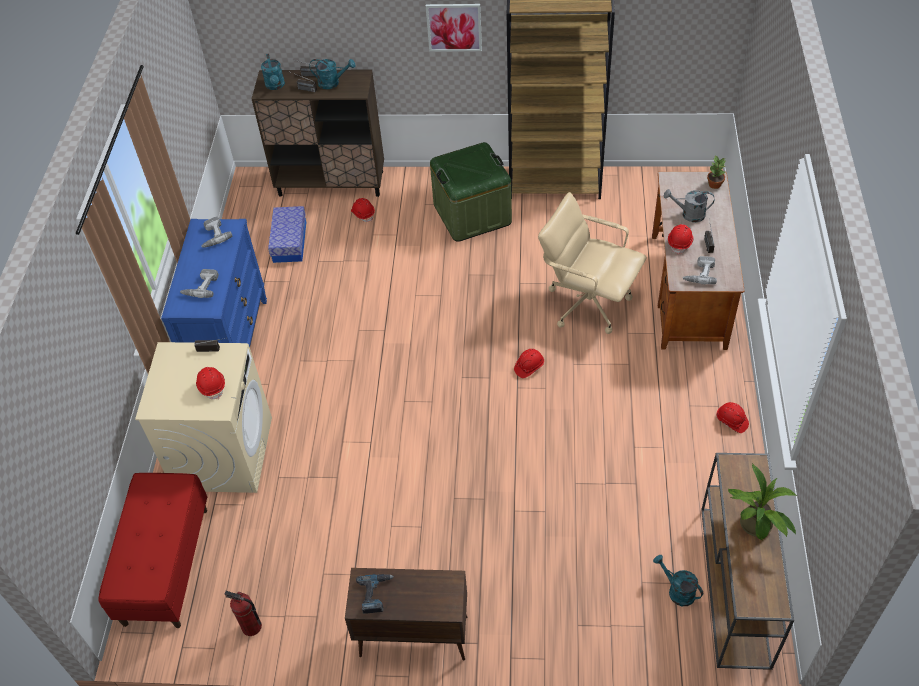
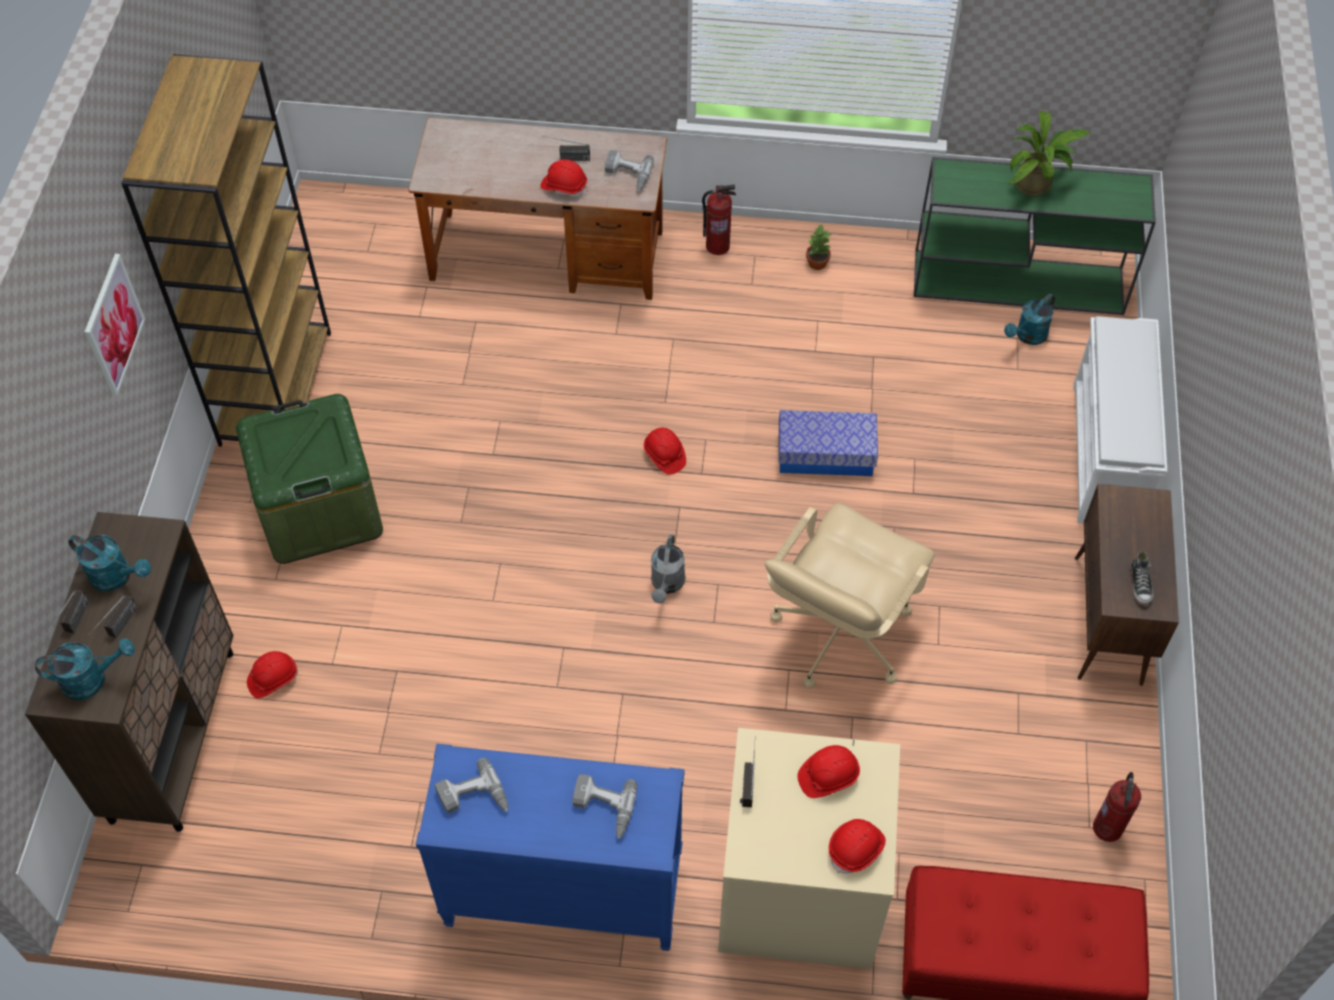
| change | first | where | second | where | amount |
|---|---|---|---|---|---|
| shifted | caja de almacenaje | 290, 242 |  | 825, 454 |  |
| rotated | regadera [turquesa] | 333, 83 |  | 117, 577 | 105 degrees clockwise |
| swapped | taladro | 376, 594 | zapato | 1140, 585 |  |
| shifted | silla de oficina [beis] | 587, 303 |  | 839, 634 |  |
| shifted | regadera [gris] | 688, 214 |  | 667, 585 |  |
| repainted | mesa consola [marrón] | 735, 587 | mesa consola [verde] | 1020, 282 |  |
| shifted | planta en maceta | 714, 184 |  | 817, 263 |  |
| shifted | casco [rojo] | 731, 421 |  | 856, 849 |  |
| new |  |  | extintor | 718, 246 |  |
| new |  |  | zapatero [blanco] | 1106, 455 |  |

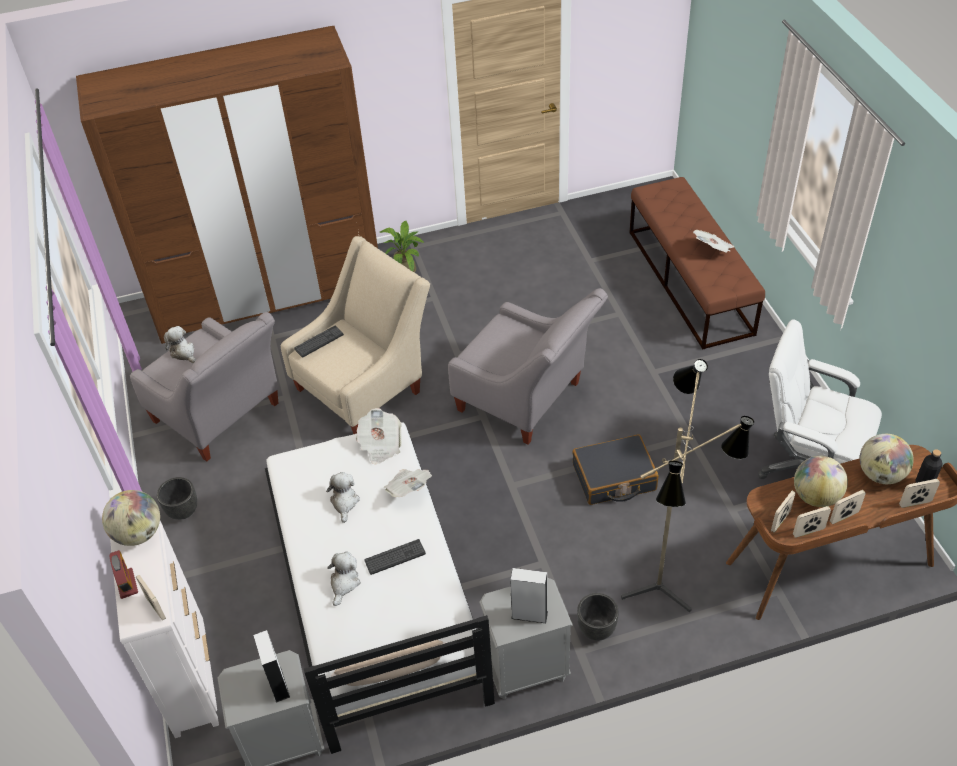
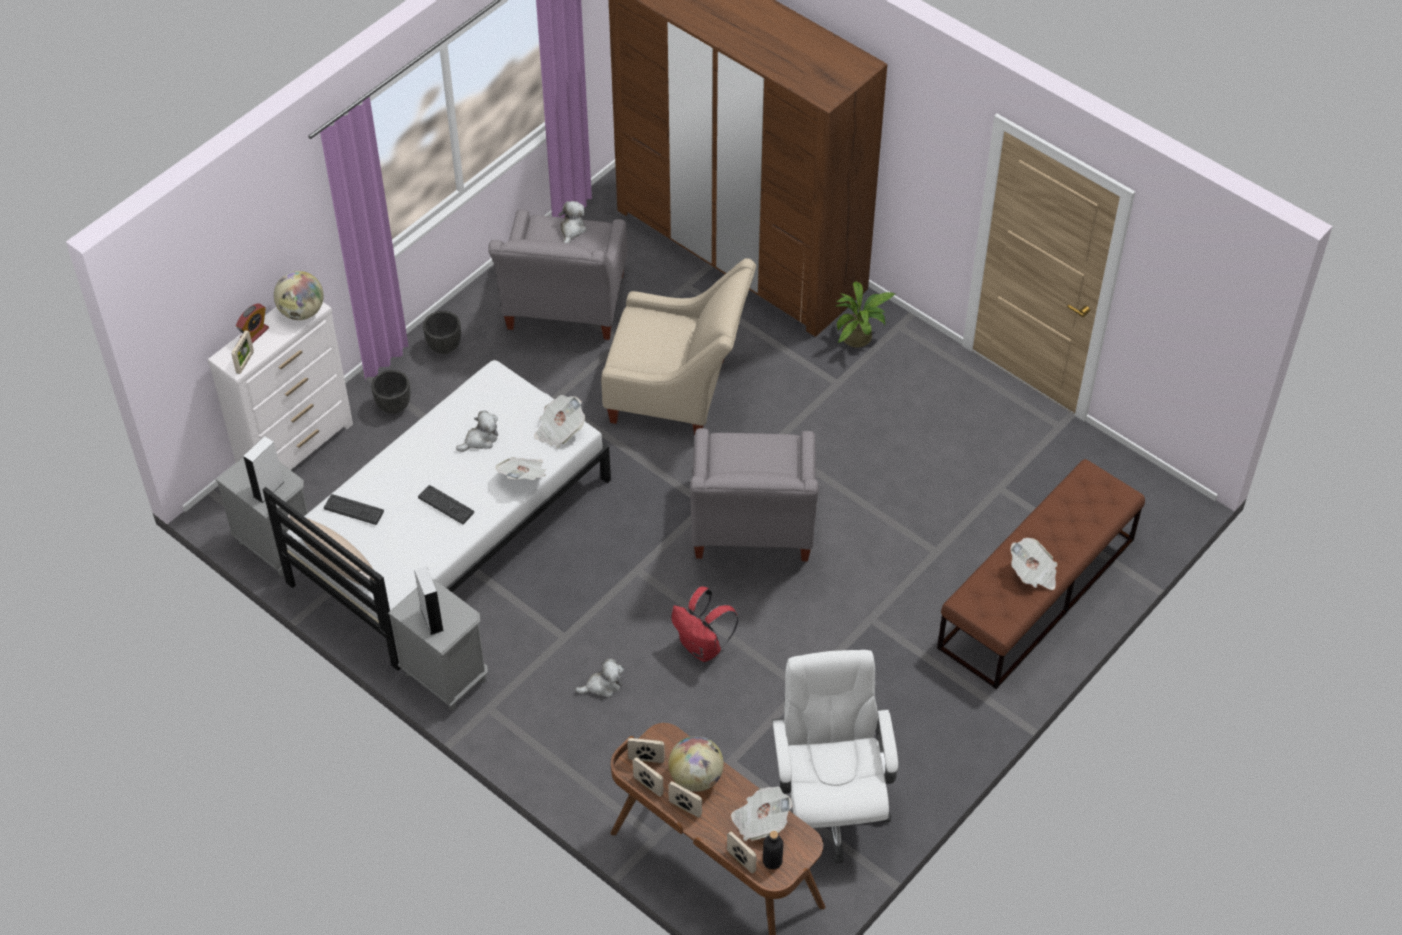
| change | first | where | second | where | amount |
|---|---|---|---|---|---|
| shifted | teclado | 319, 341 |  | 354, 510 |  |
| shifted | peluche | 344, 583 |  | 603, 685 |  |
| swapped | maleta [negro] | 614, 478 | mochila [rojo] | 703, 647 |  |
| shifted | maceta [negro] | 596, 629 |  | 393, 406 |  |
| gone | lámpara de pie | 667, 588 |  |  |  |
| swapped | globo terráqueo | 880, 474 | periódico | 760, 821 |  |

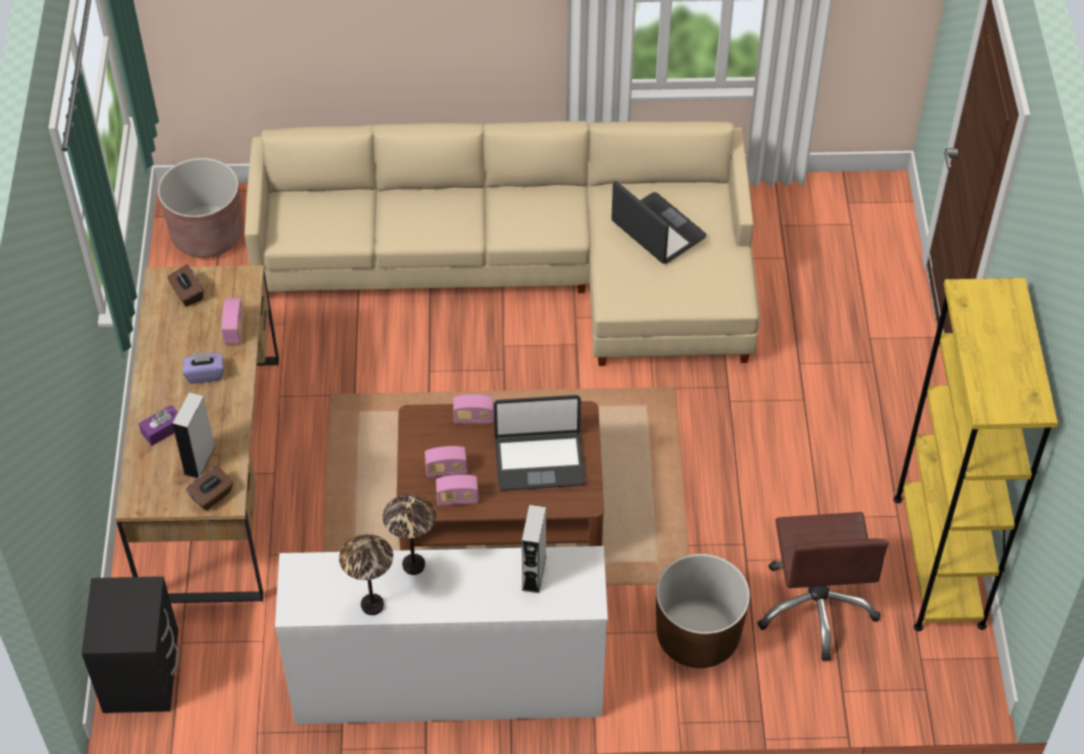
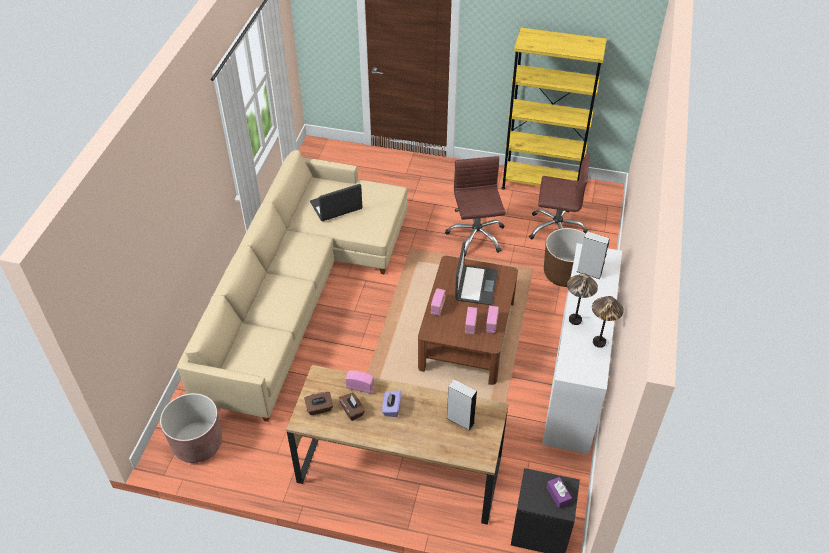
| change | first | where | second | where | amount |
|---|---|---|---|---|---|
| shifted | caja de pañuelos [morado] | 162, 430 |  | 558, 495 |  |
| shifted | caja de pañuelos [marrón] | 212, 496 |  | 352, 411 |  |
| new |  |  | silla de oficina [marrón] | 476, 236 |  |

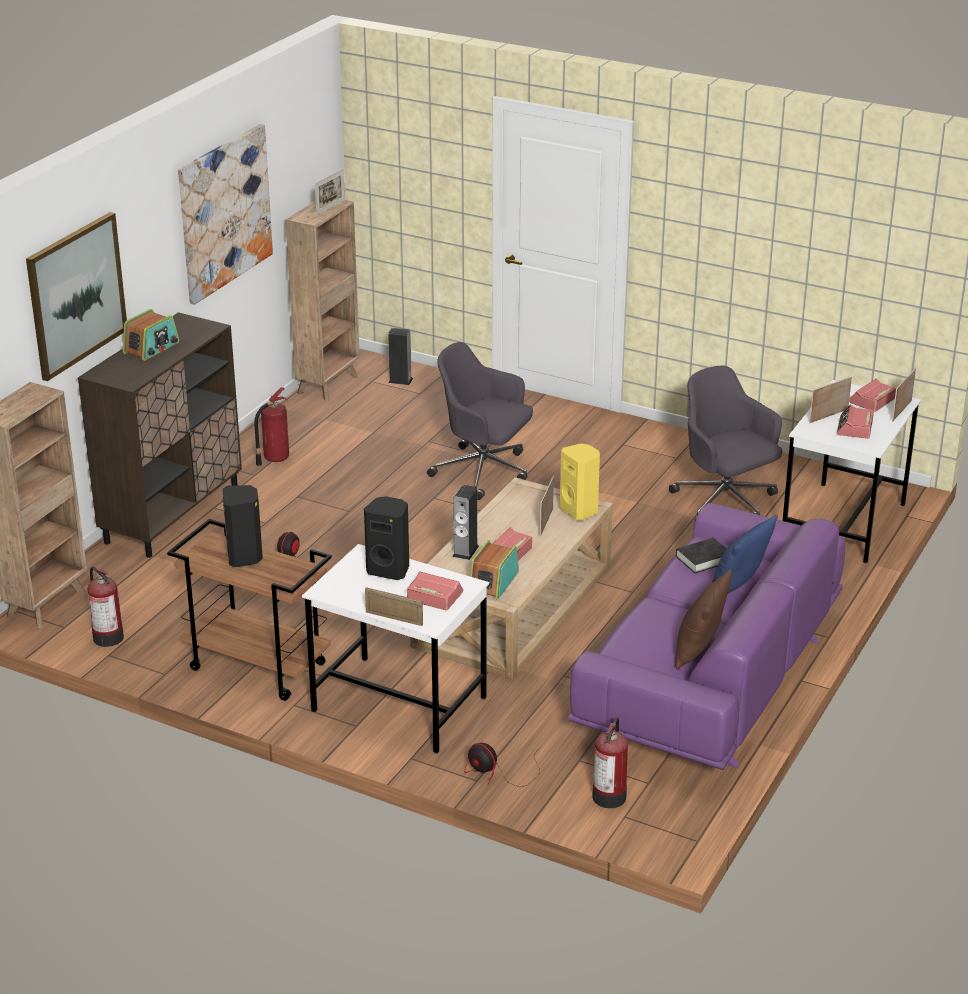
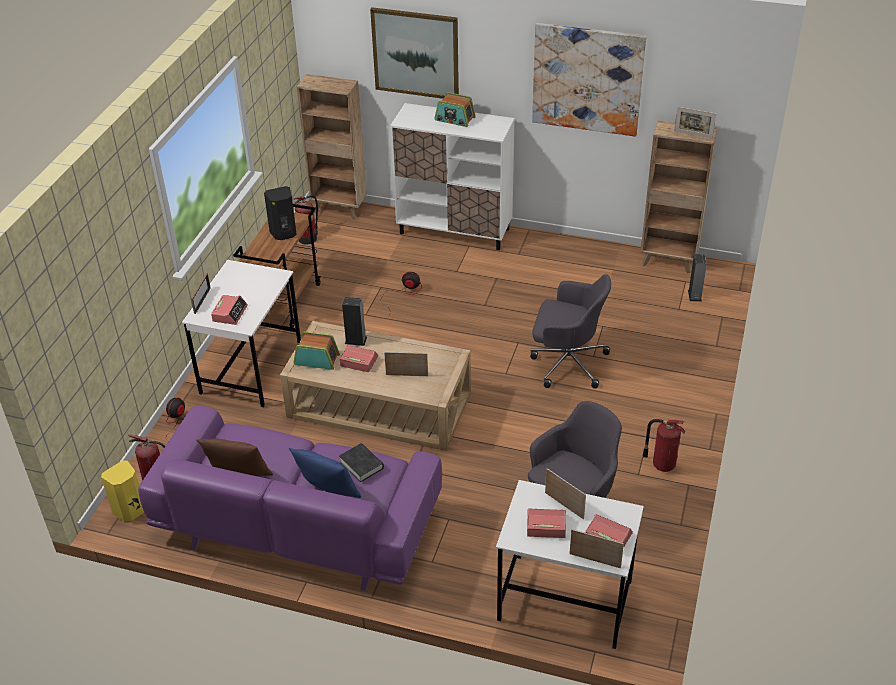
| change | first | where | second | where | amount |
|---|---|---|---|---|---|
| repainted | armario [marrón] | 173, 514 | armario [blanco] | 455, 231 |  |
| shifted | extintor | 274, 458 |  | 662, 464 |  |
| gone | altavoz [negro] | 389, 570 |  |  |  |
| rotated | silla de oficina [gris] | 484, 472 |  | 567, 362 | 90 degrees clockwise |
| shifted | altavoz [amarillo] | 580, 511 |  | 130, 511 |  |

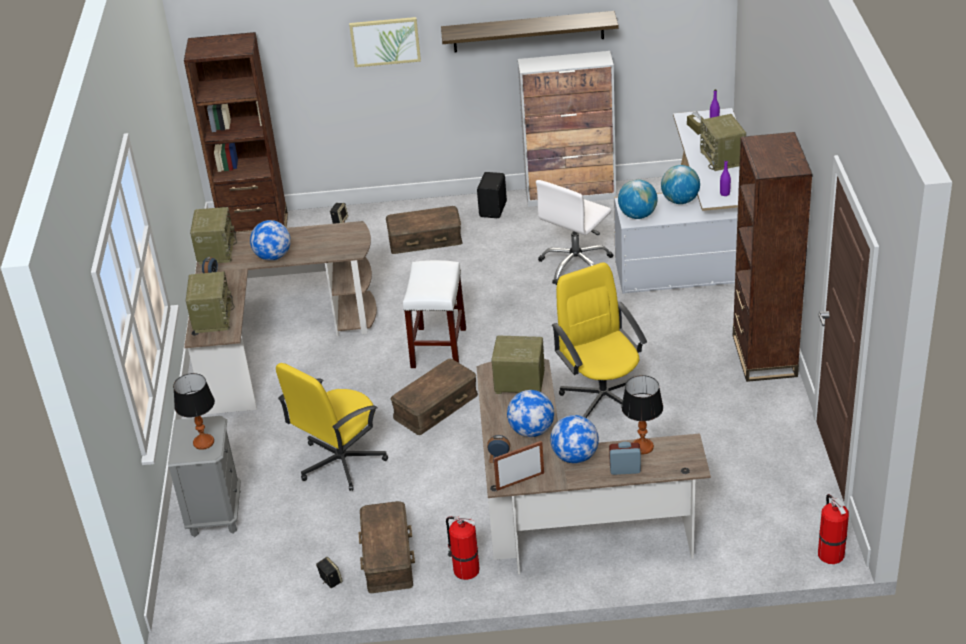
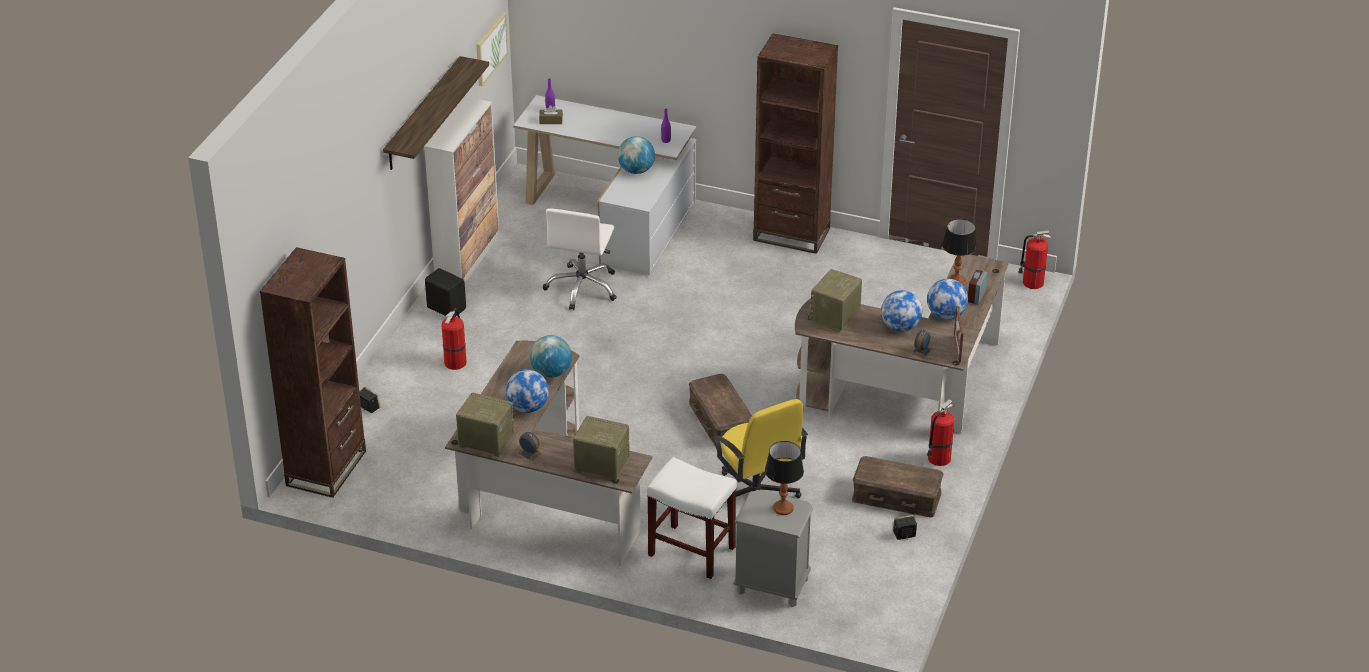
| change | first | where | second | where | amount |
|---|---|---|---|---|---|
| shifted | cuadro | 385, 41 |  | 490, 48 |  |
| swapped | caja de almacenaje [marrón] | 425, 239 | extintor | 455, 362 |  |
| shifted | taburete [blanco] | 439, 348 |  | 693, 551 |  |
| rotated | silla de oficina [blanco] | 576, 265 |  | 582, 287 | 45 degrees clockwise |
| gone | silla de oficina [amarillo] | 603, 396 |  |  |  |
| shifted | globo terráqueo | 637, 215 |  | 551, 373 |  |
| gone | radio | 723, 158 |  |  |  |

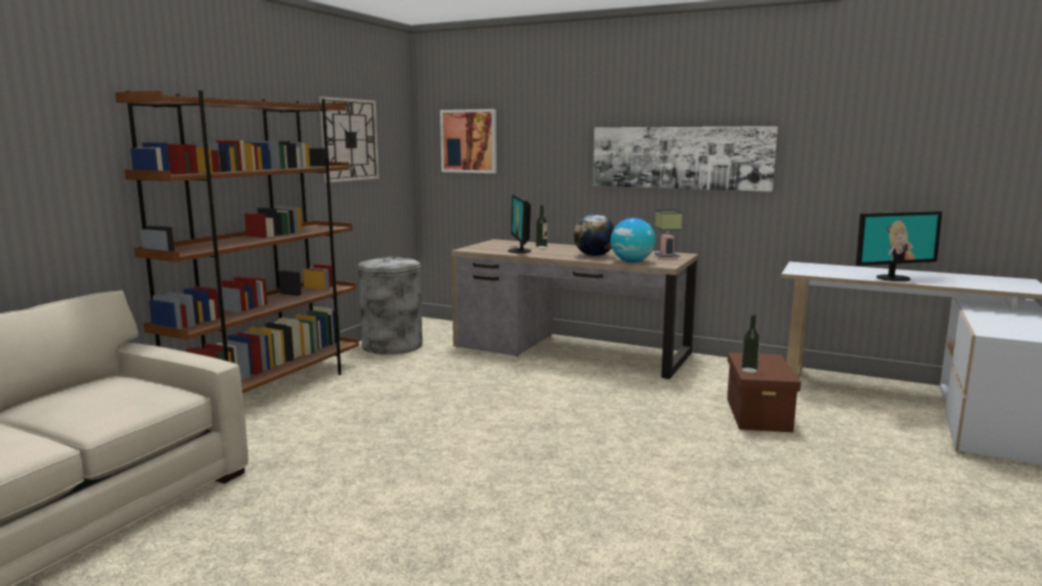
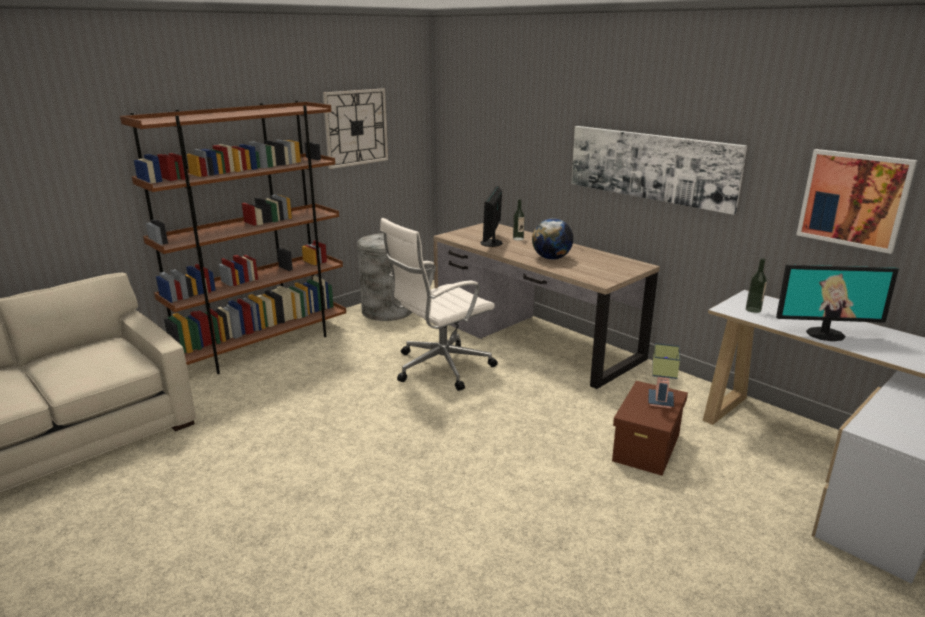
| change | first | where | second | where | amount |
|---|---|---|---|---|---|
| shifted | cuadro | 469, 141 |  | 853, 199 |  |
| gone | globo terráqueo | 632, 262 |  |  |  |
| shifted | lámpara de mesa | 665, 257 |  | 659, 400 |  |
| shifted | botella | 749, 370 |  | 753, 310 |  |
| new |  |  | silla de oficina [blanco] | 439, 367 |  |

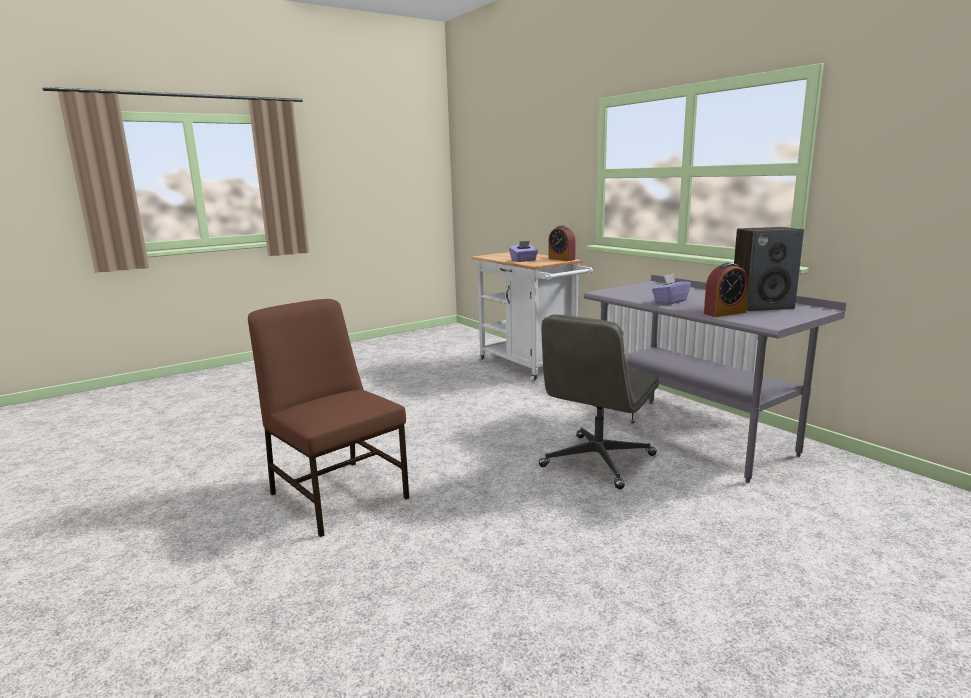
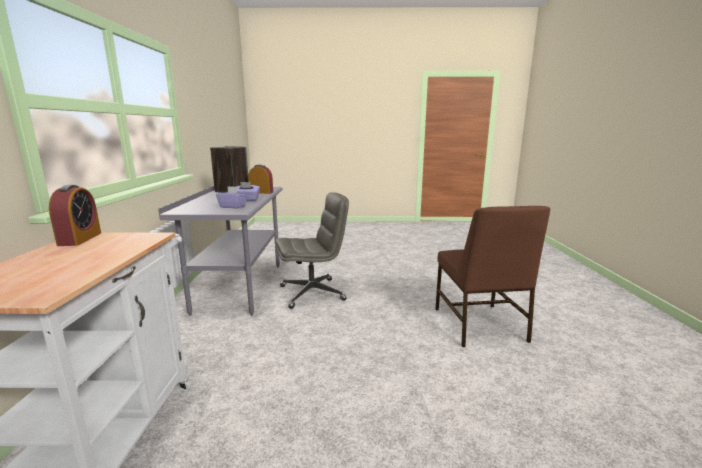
| change | first | where | second | where | amount |
|---|---|---|---|---|---|
| shifted | caja de pañuelos [morado] | 523, 260 |  | 233, 206 |  |

